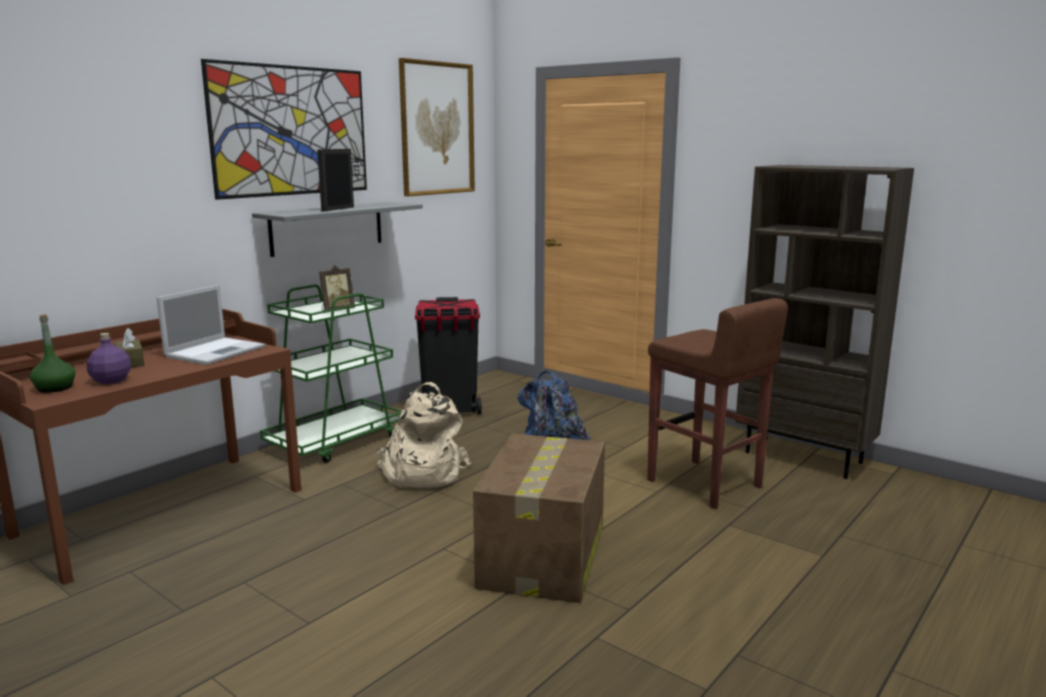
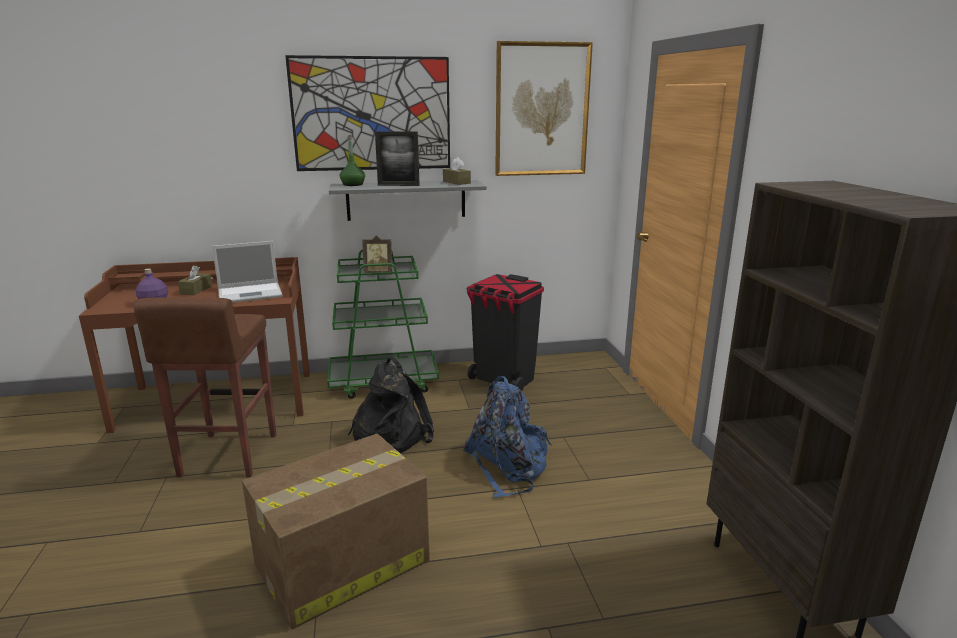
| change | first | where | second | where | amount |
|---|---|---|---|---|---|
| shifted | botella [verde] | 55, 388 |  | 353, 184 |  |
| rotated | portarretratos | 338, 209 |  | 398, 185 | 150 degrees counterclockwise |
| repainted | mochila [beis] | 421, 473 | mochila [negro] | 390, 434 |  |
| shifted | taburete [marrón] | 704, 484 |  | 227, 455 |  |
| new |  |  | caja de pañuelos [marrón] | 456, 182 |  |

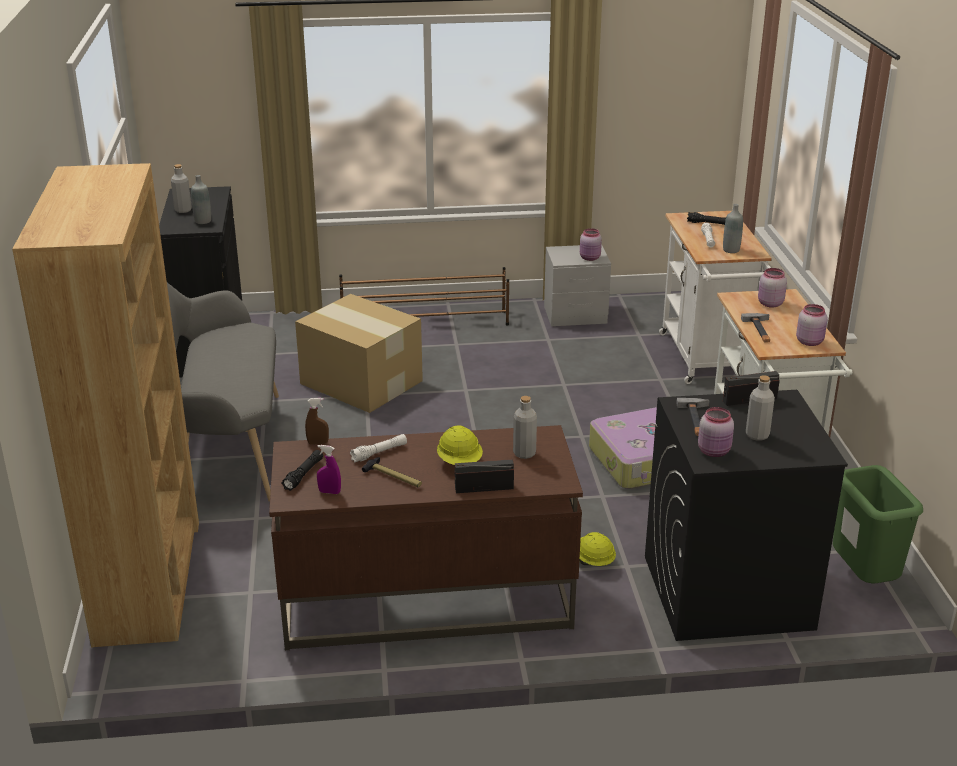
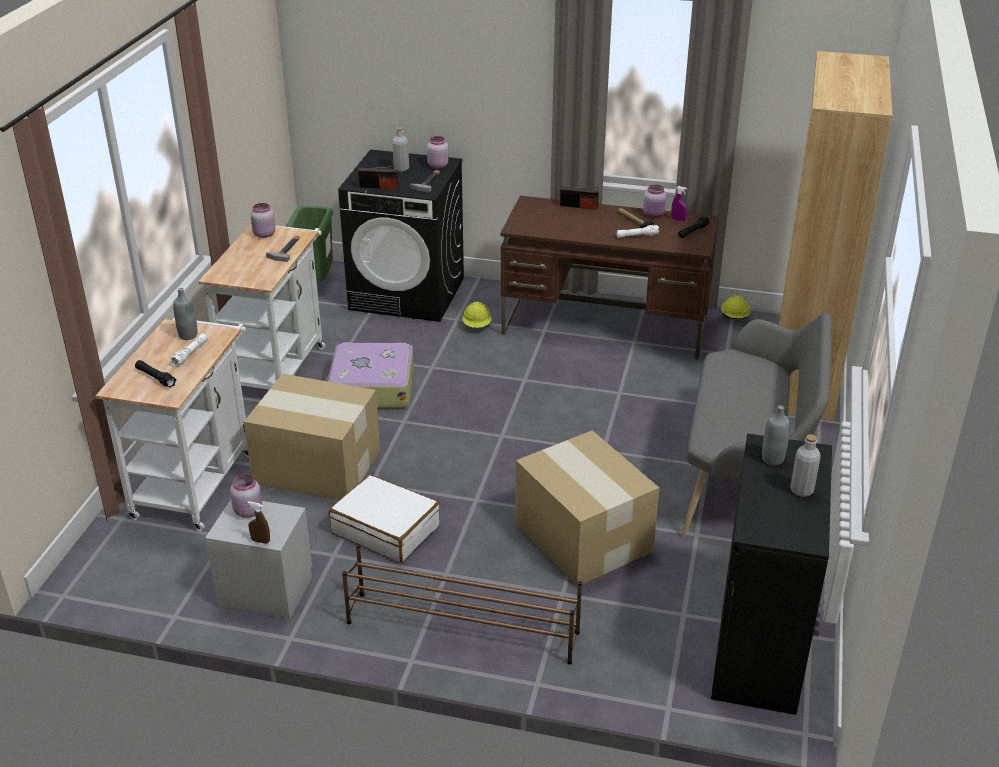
| change | first | where | second | where | amount |
|---|---|---|---|---|---|
| shifted | pulverizador [marrón] | 318, 443 |  | 260, 541 |  |
| shifted | casco [amarillo] | 460, 462 |  | 734, 317 |  |
| gone | botella [gris] | 524, 453 |  |  |  |
| shifted | tarro [rosa] | 769, 304 |  | 654, 215 |  |
| new |  |  | caja de cartón | 316, 466 |  |
| new |  |  | maleta [blanco] | 386, 529 |  |

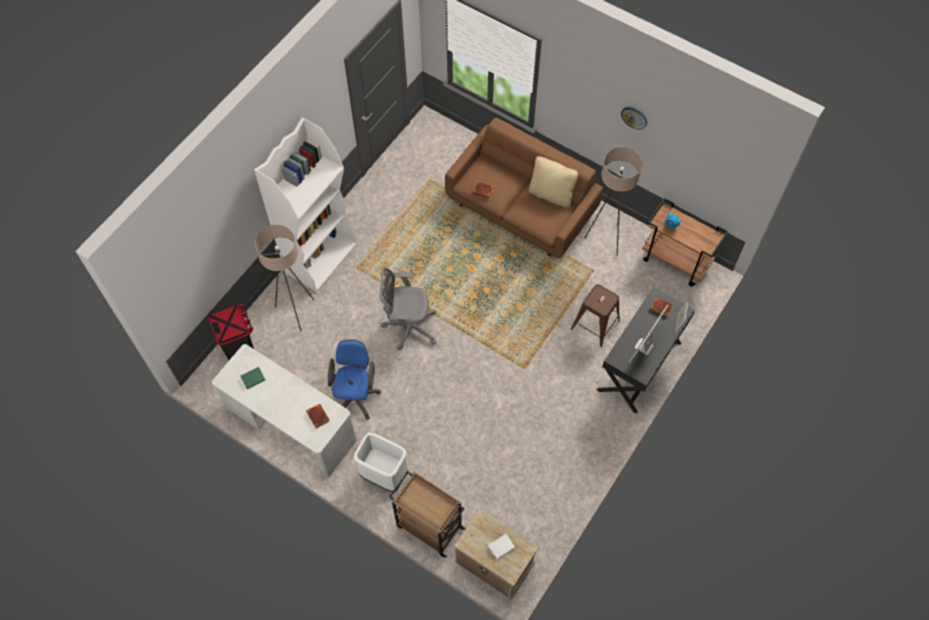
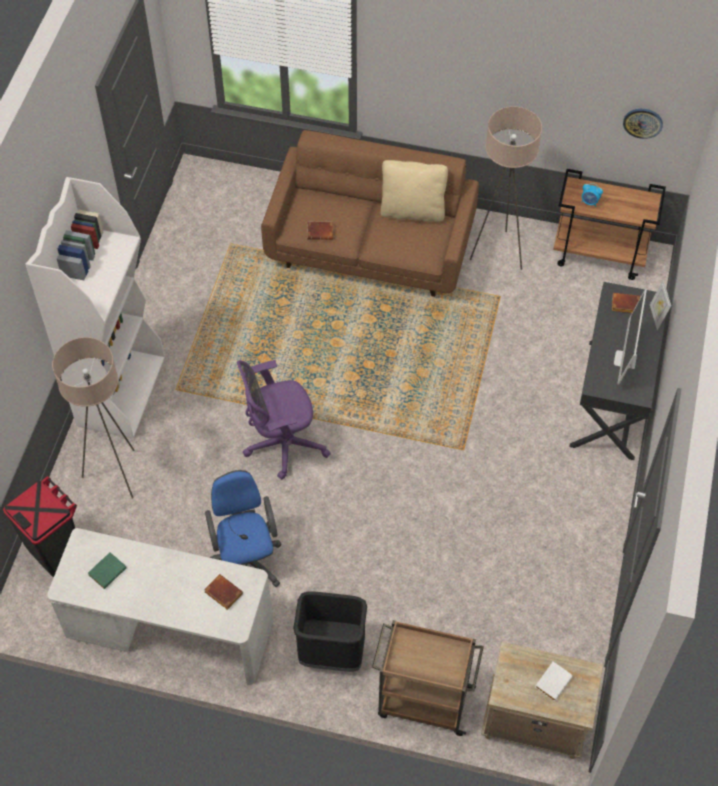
| change | first | where | second | where | amount |
|---|---|---|---|---|---|
| repainted | papelera [blanco] | 383, 475 | papelera [negro] | 331, 654 |  |
| repainted | silla de oficina [gris] | 408, 326 | silla de oficina [morado] | 281, 445 |  |
| gone | taburete [marrón] | 595, 325 |  |  |  |
| shifted | reloj de pared | 634, 117 |  | 643, 122 |  |

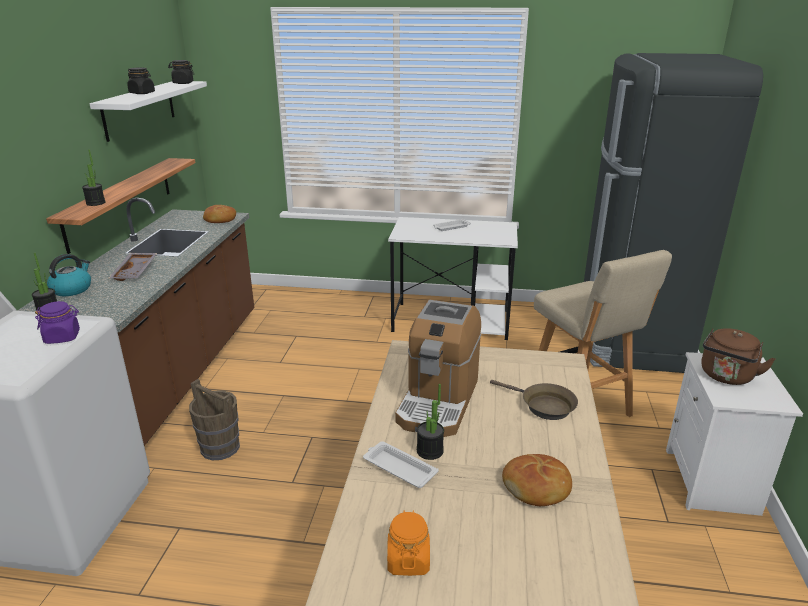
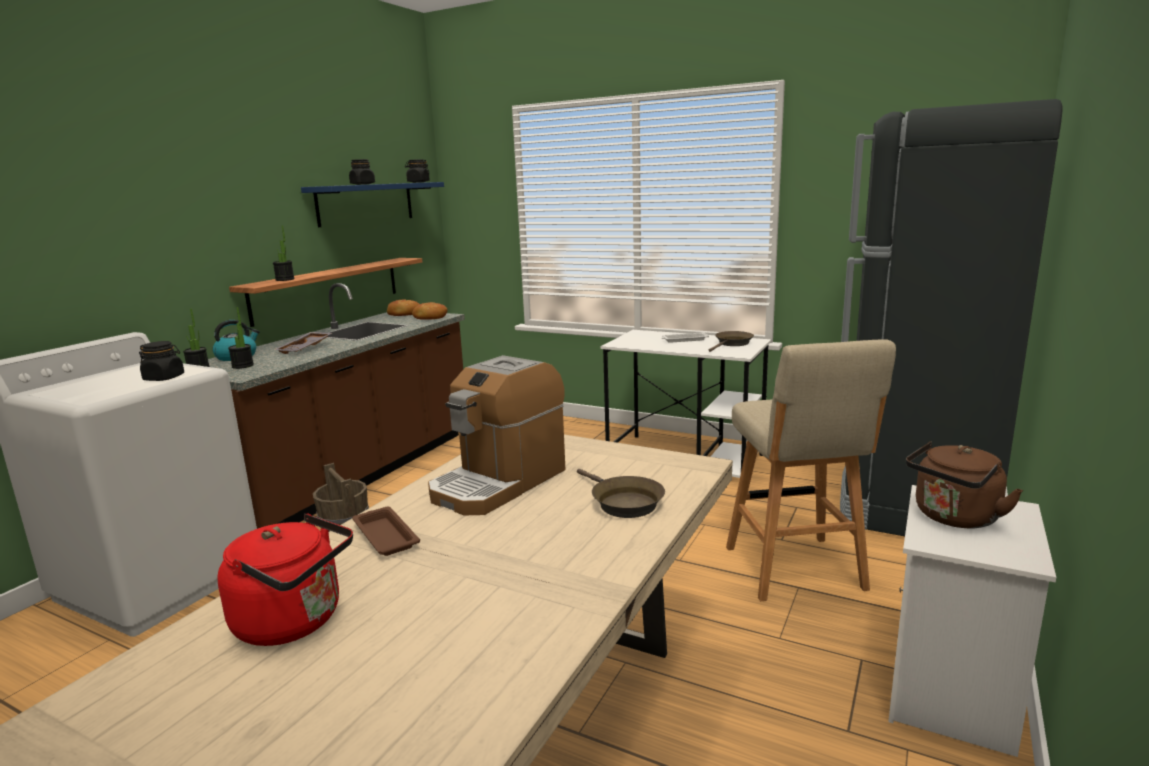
| change | first | where | second | where | amount |
|---|---|---|---|---|---|
| repainted | tarro [morado] | 63, 337 | tarro [negro] | 164, 378 |  |
| repainted | estante [blanco] | 139, 109 | estante [azul] | 366, 203 |  |
| repainted | bandeja [blanco] | 398, 468 | bandeja [marrón] | 385, 535 |  |
| swapped | tarro [naranja] | 408, 560 | hervidor [rojo] | 295, 622 |  |
| shifted | planta en maceta | 430, 451 |  | 242, 366 |  |
| shifted | pan | 537, 488 |  | 403, 314 |  |
| new |  |  | sartén [marrón] | 732, 344 |  |

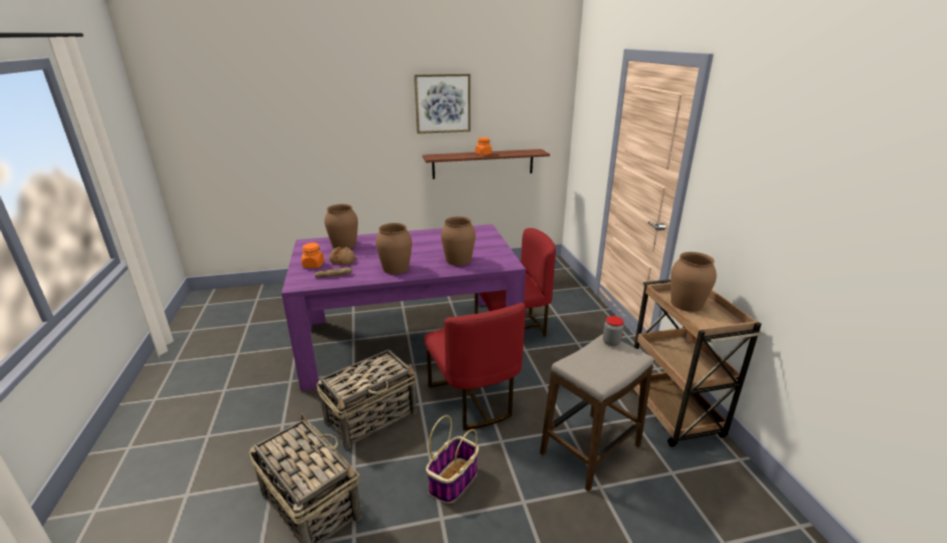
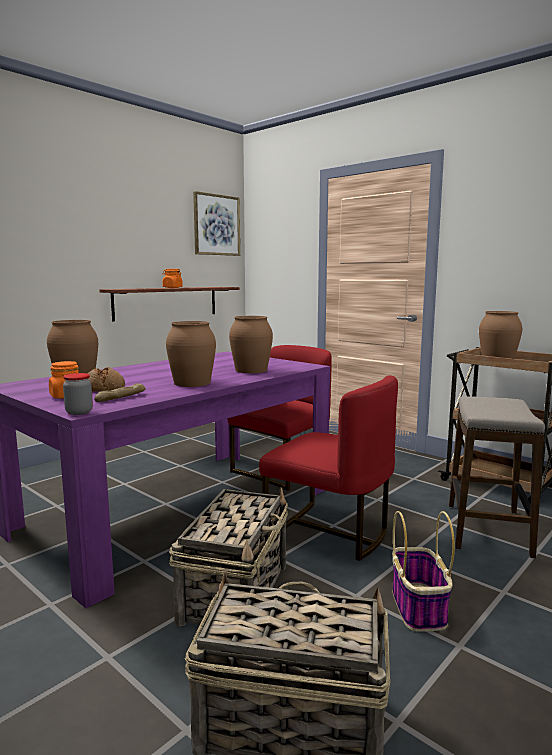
| change | first | where | second | where | amount |
|---|---|---|---|---|---|
| shifted | cuadro | 443, 103 |  | 216, 225 |  |
| shifted | tarro | 611, 342 |  | 79, 412 |  |

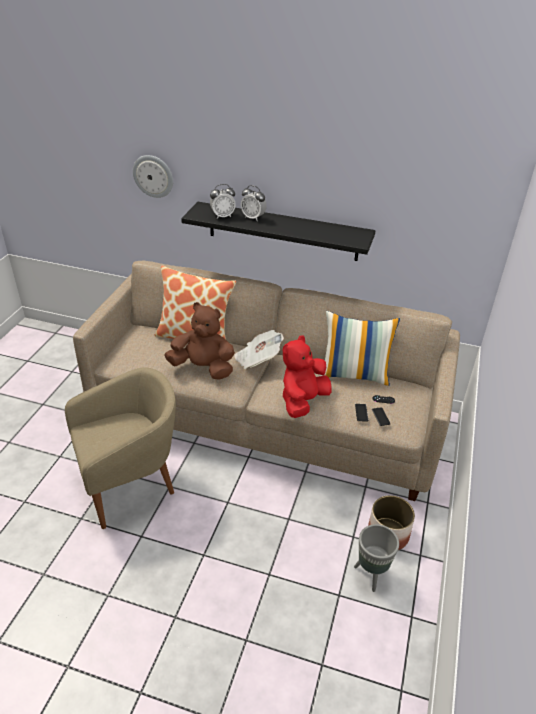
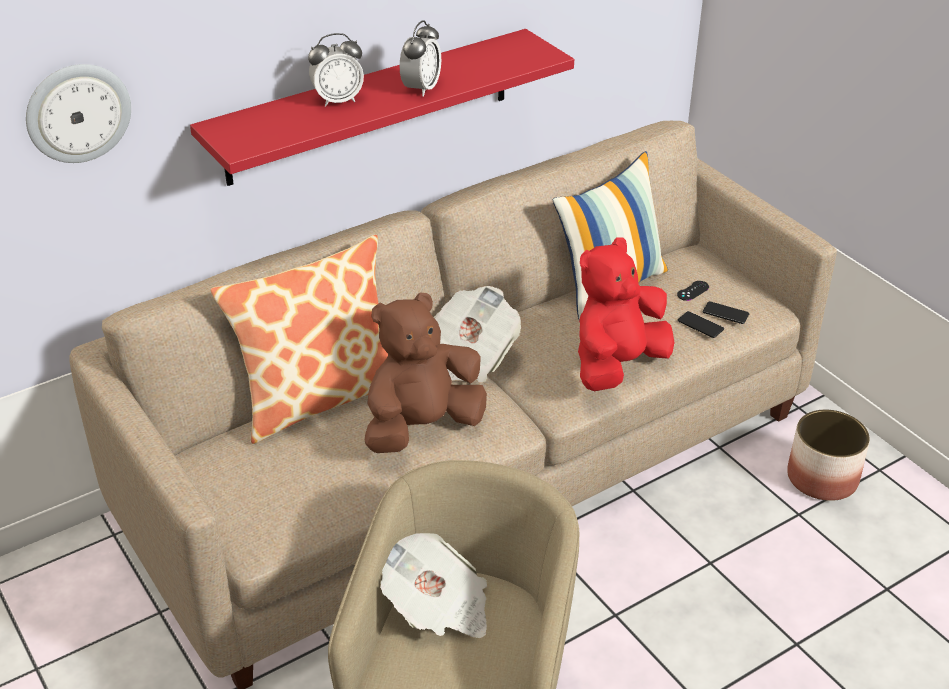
| change | first | where | second | where | amount |
|---|---|---|---|---|---|
| repainted | estante [negro] | 283, 231 | estante [rojo] | 370, 106 |  |
| shifted | despertador | 222, 216 |  | 421, 89 |  |
| rotated | peluche [rojo] | 303, 401 |  | 617, 365 | 60 degrees clockwise |
| gone | maceta [gris] | 371, 574 |  |  |  |
| new |  |  | periódico | 437, 607 |  |

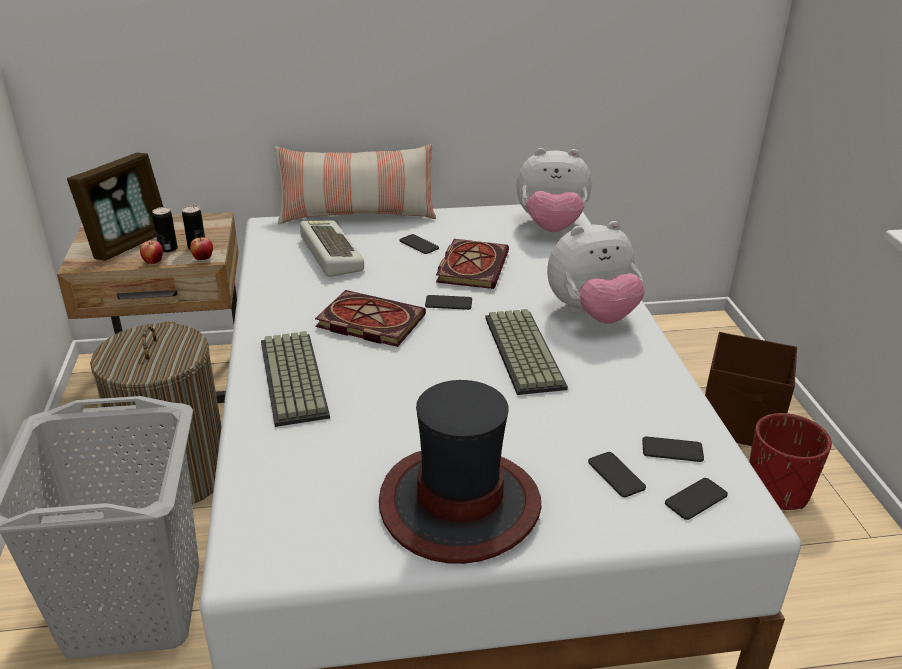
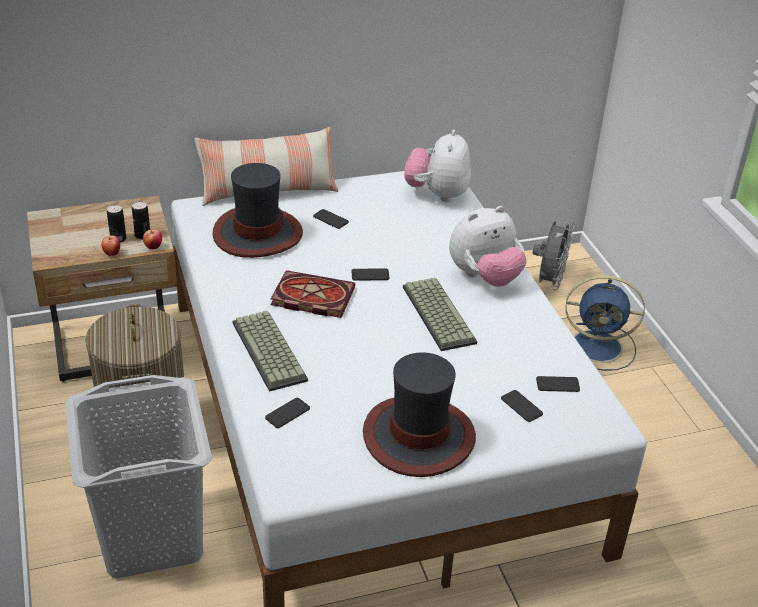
| change | first | where | second | where | amount |
|---|---|---|---|---|---|
| gone | portarretratos | 129, 244 |  |  |  |
| swapped | teclado | 328, 254 | sombrero | 257, 234 |  |
| gone | libro | 471, 266 |  |  |  |
| rotated | peluche | 551, 227 |  | 437, 194 | 105 degrees clockwise |
| shifted | móvil | 696, 499 |  | 287, 413 |  |
| swapped | caja de almacenaje [marrón] | 740, 423 | ventilador [azul] | 599, 346 |  |
| gone | maceta [rojo] | 777, 491 |  |  |  |
| new |  |  | ventilador [gris] | 549, 282 |  |

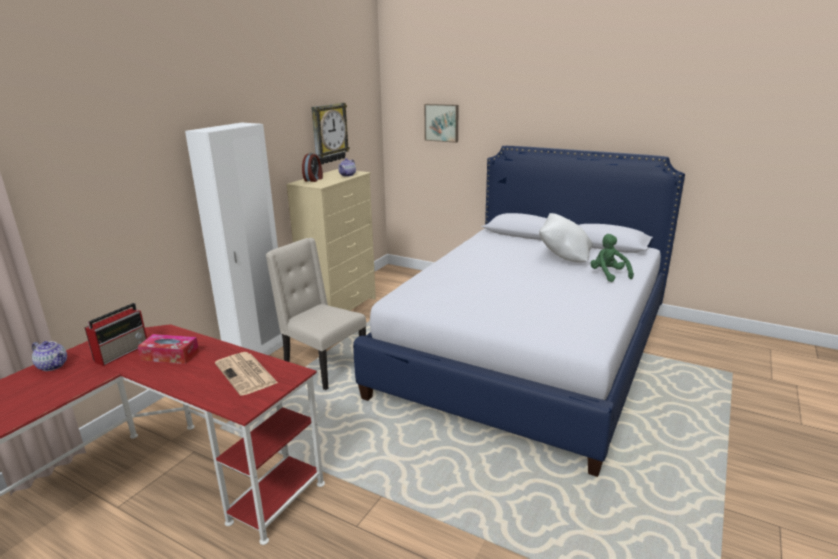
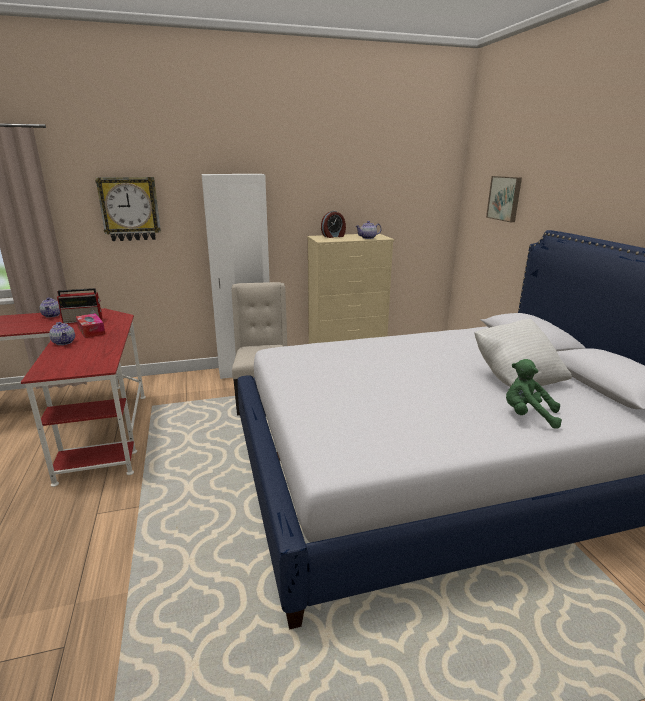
| change | first | where | second | where | amount |
|---|---|---|---|---|---|
| gone | periódico | 246, 374 |  |  |  |
| shifted | reloj de pared | 329, 133 |  | 130, 209 |  |
| rotated | peluche [verde] | 608, 275 |  | 527, 416 | 90 degrees counterclockwise |
| new |  |  | tetera | 64, 342 |  |

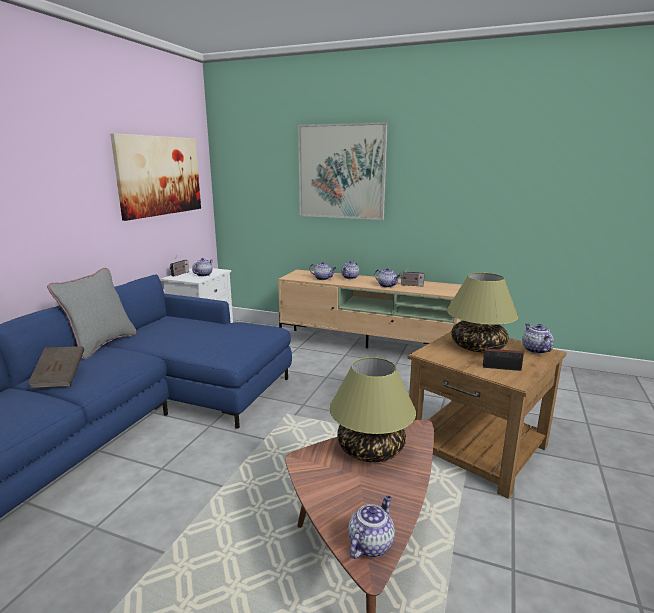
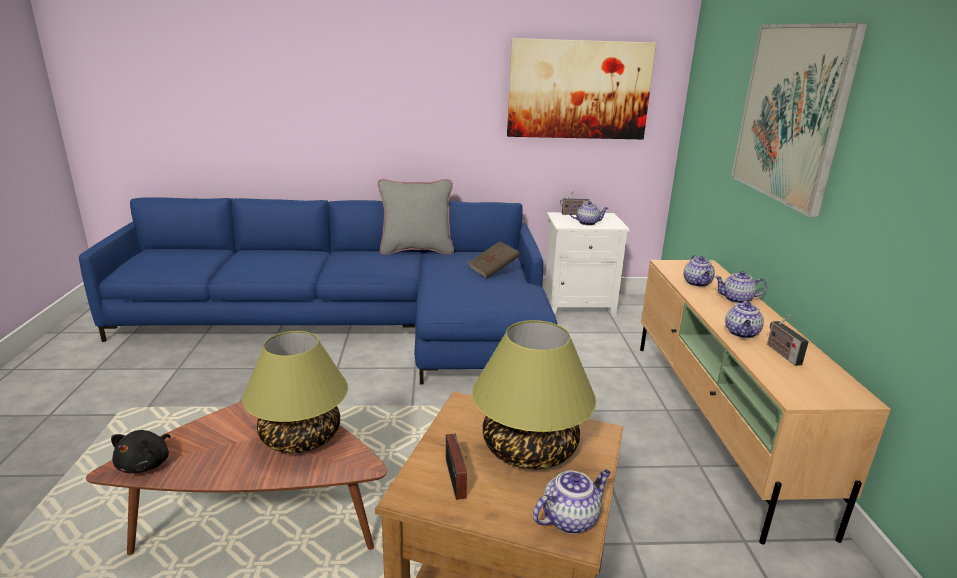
| change | first | where | second | where | amount |
|---|---|---|---|---|---|
| shifted | libro [marrón] | 60, 378 |  | 493, 270 |  |
| swapped | tetera | 370, 544 | peluche [negro] | 146, 464 |  |

